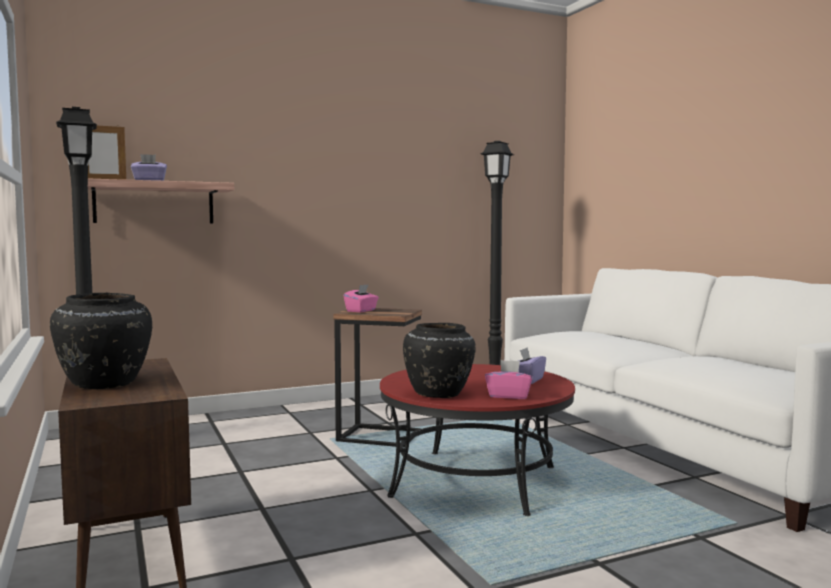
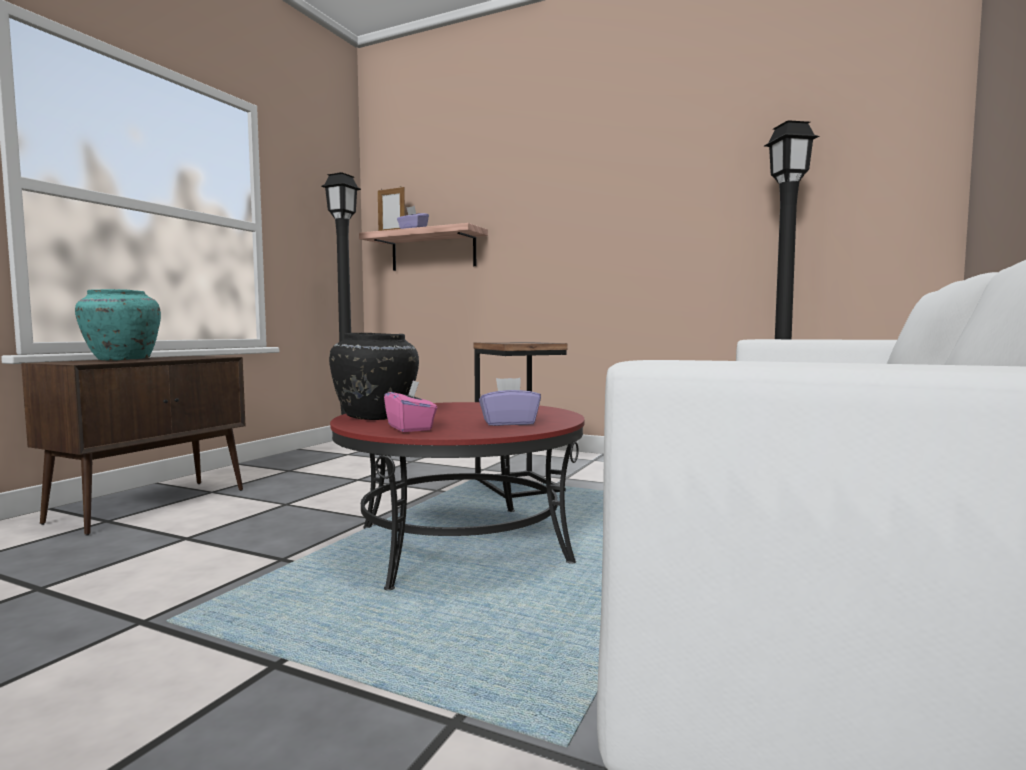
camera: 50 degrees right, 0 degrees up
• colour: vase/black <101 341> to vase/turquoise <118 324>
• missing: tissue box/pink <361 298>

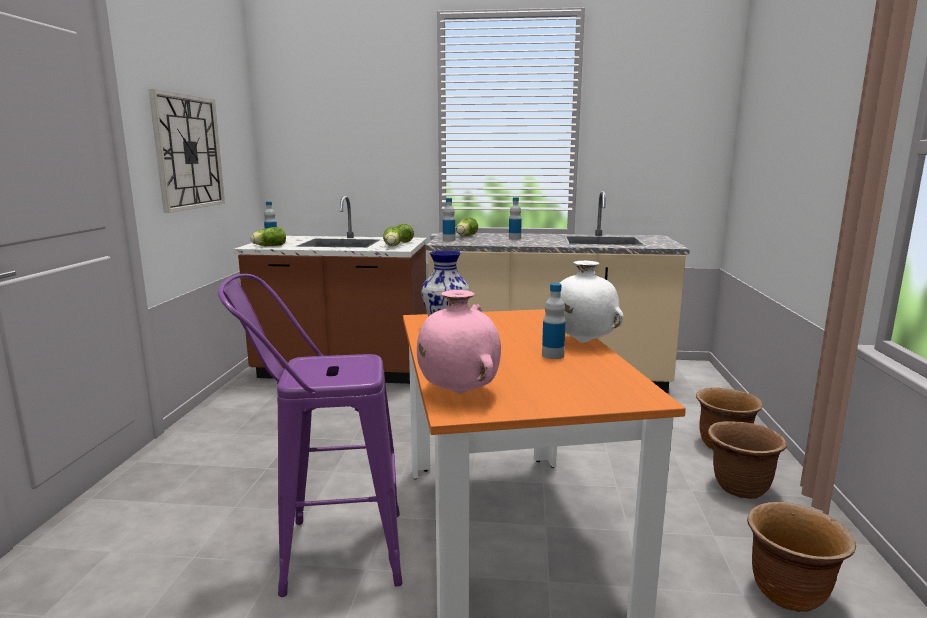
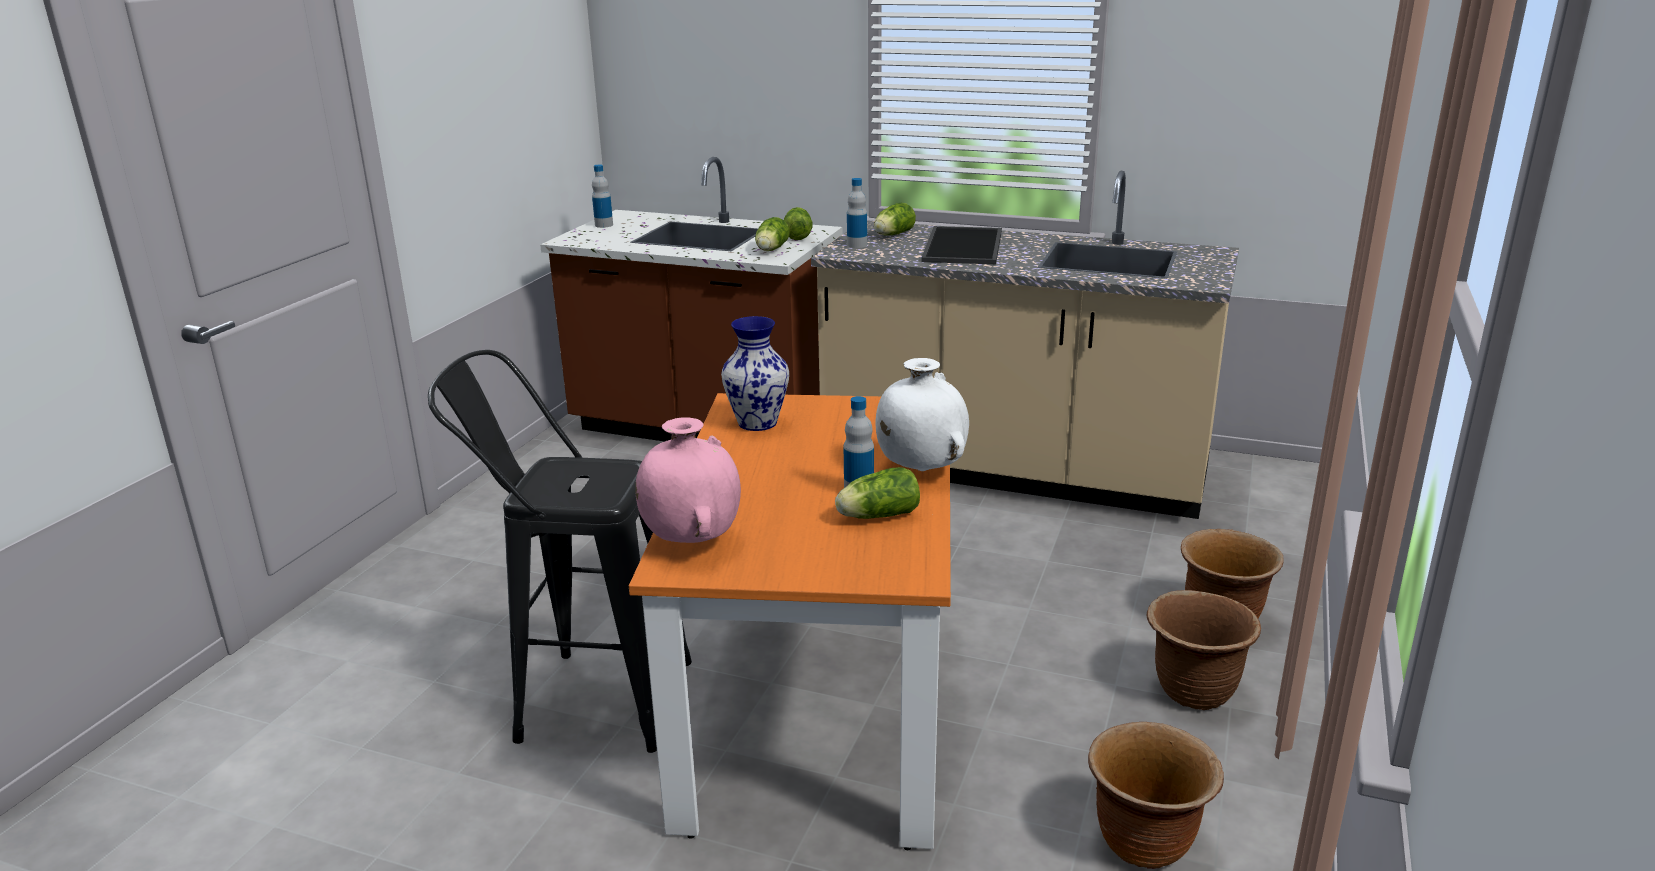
camera: 15 degrees right, 10 degrees up
• missing: wall clock <187 151>
• colour: stool/purple <310 435> to stool/black <560 551>
• relocated: lettuce <268 236> to <877 493>
• exchanged: bottle <515 218> to tray <961 245>

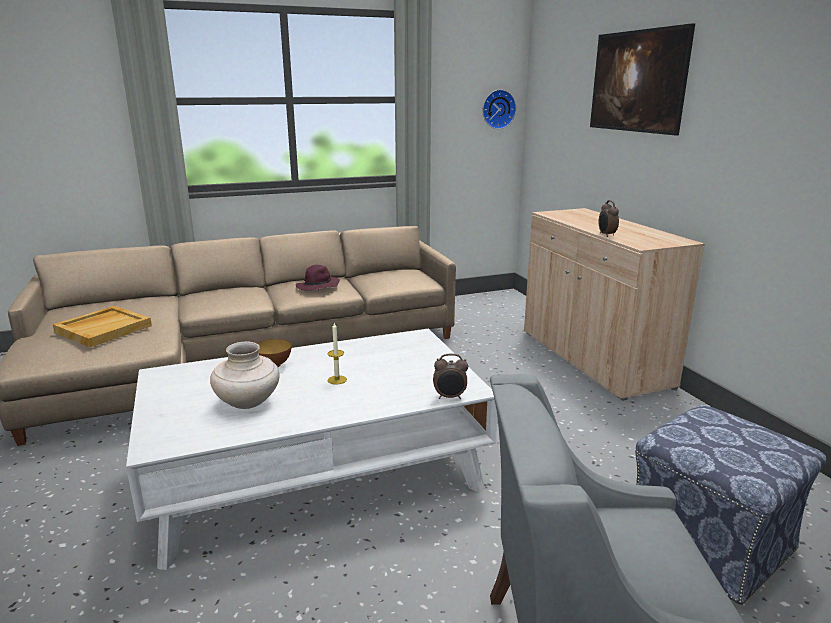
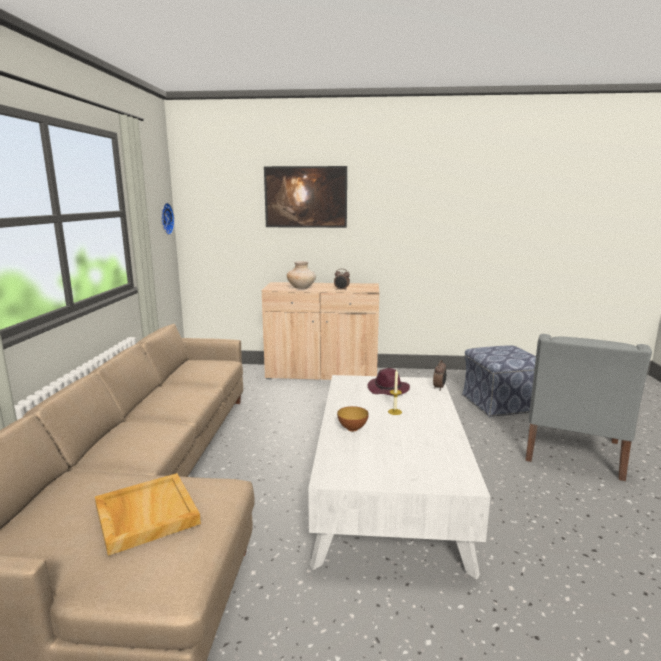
camera: 65 degrees left, 5 degrees down
• relocated: vase/beige <244 375> to <301 275>
• relocated: hat/purple <318 277> to <389 381>

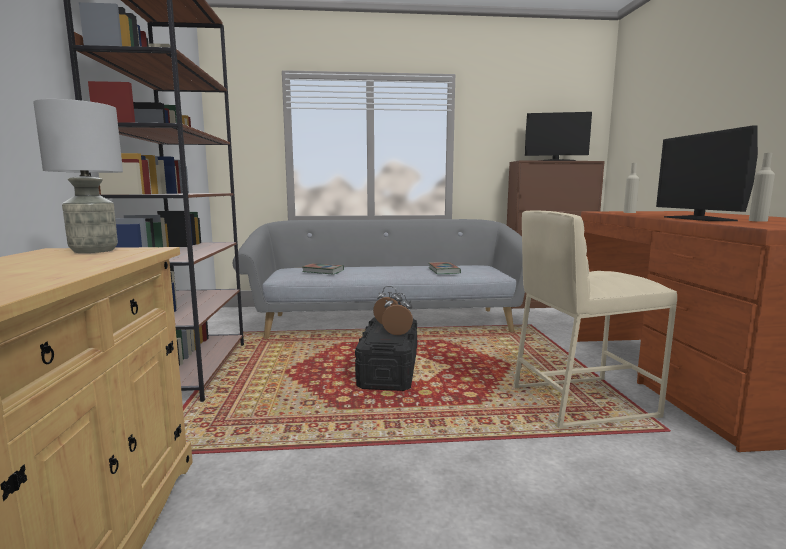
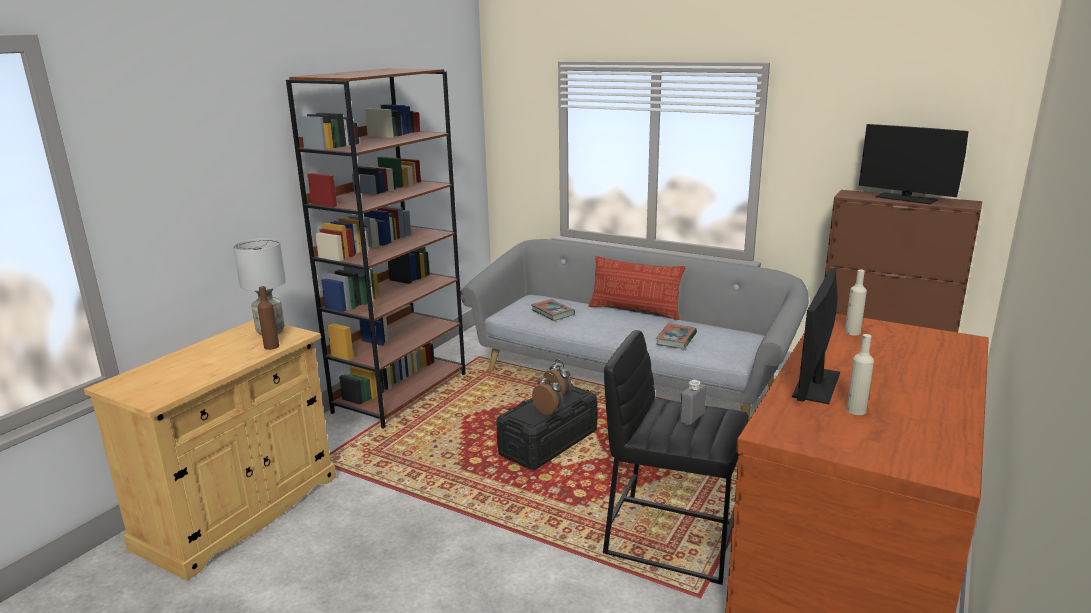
camera: 35 degrees right, 10 degrees up
• colour: stool/beige <595 319> to stool/black <675 457>
• appeared: bottle/brown <268 318>
• appeared: pillow <637 288>
• appeared: bottle/grey <693 403>

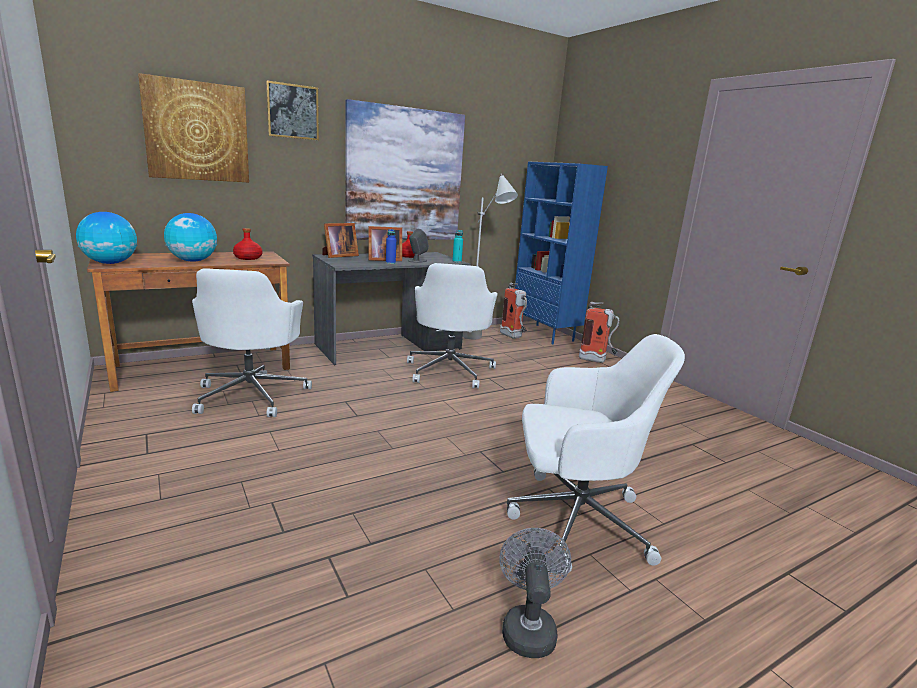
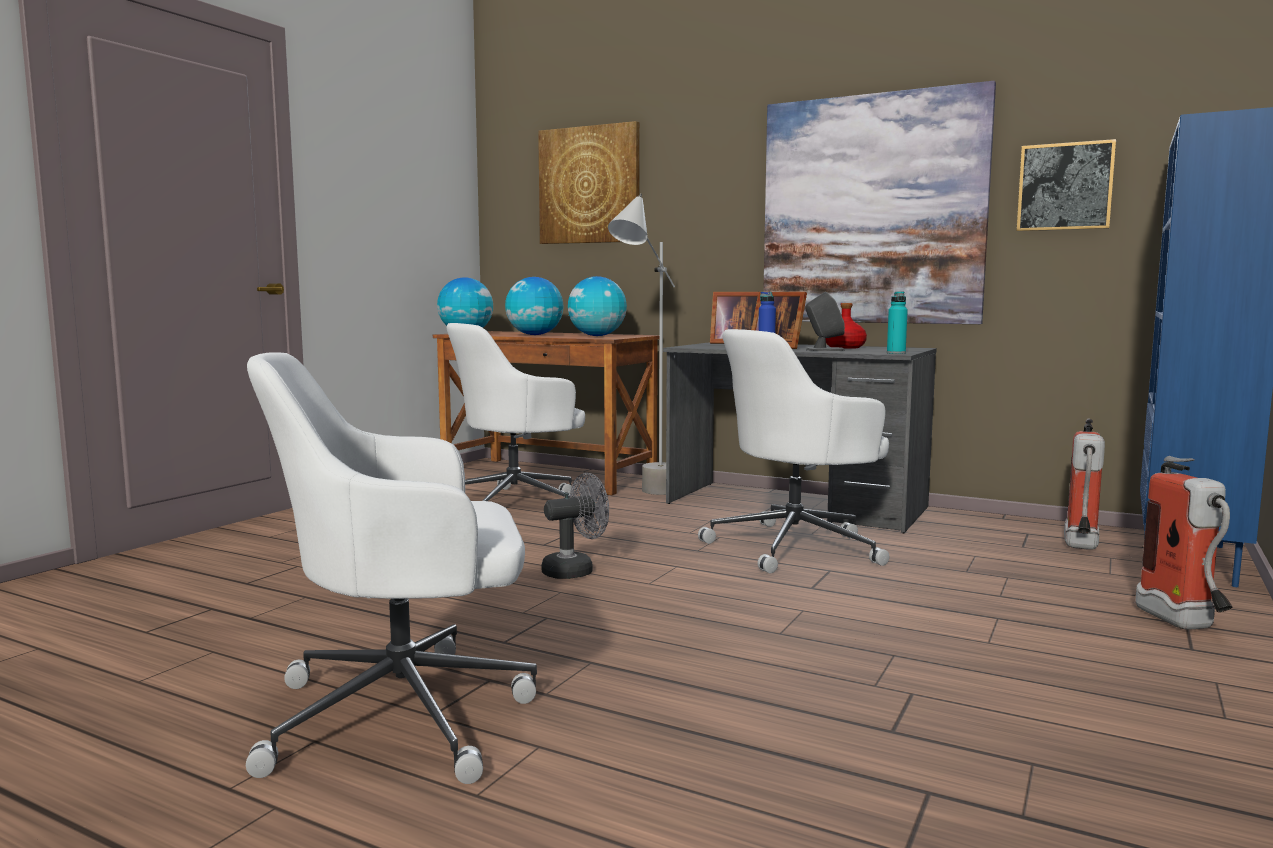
camera: 60 degrees right, 10 degrees down
• exchanged: bottle/red <247 244> to globe <597 306>
• relocated: picture <292 110> to <1066 185>
• relocated: floor lamp/grey <490 256> to <641 344>
• relocated: fan/grey <535 593> to <575 526>
• spun: office chair/white <596 454> = <391 568> 105 degrees clockwise

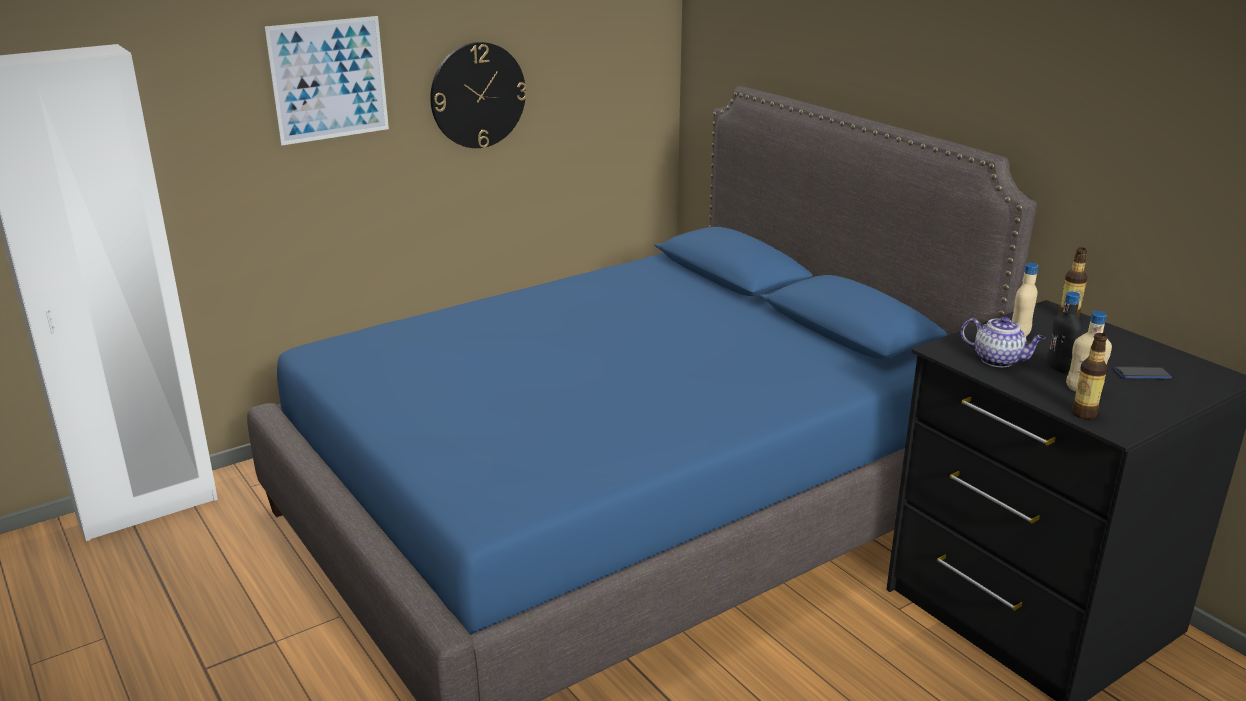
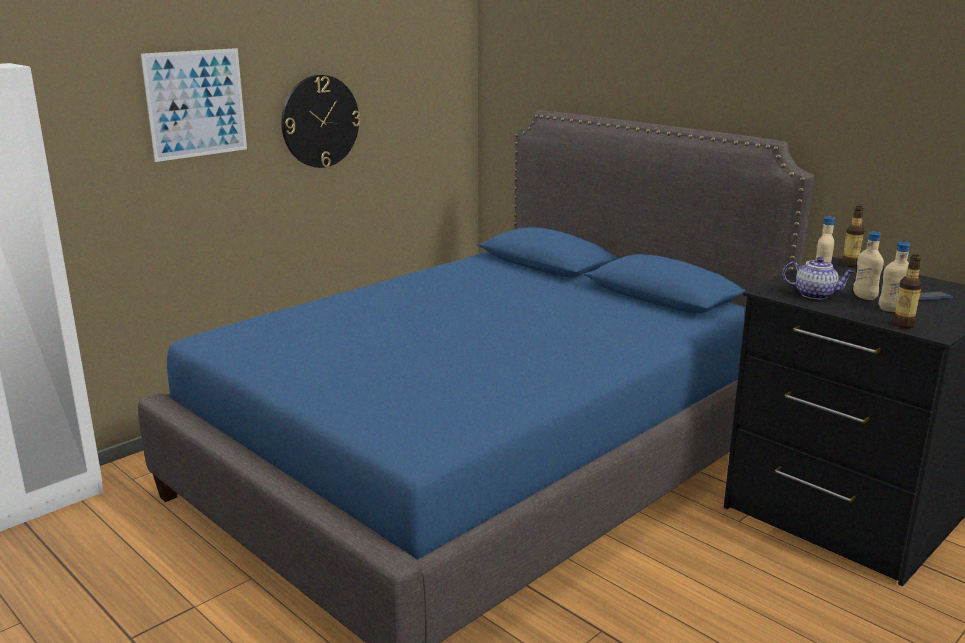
camera: 10 degrees left, 5 degrees down
• colour: bottle/black <1064 332> to bottle/beige <868 266>

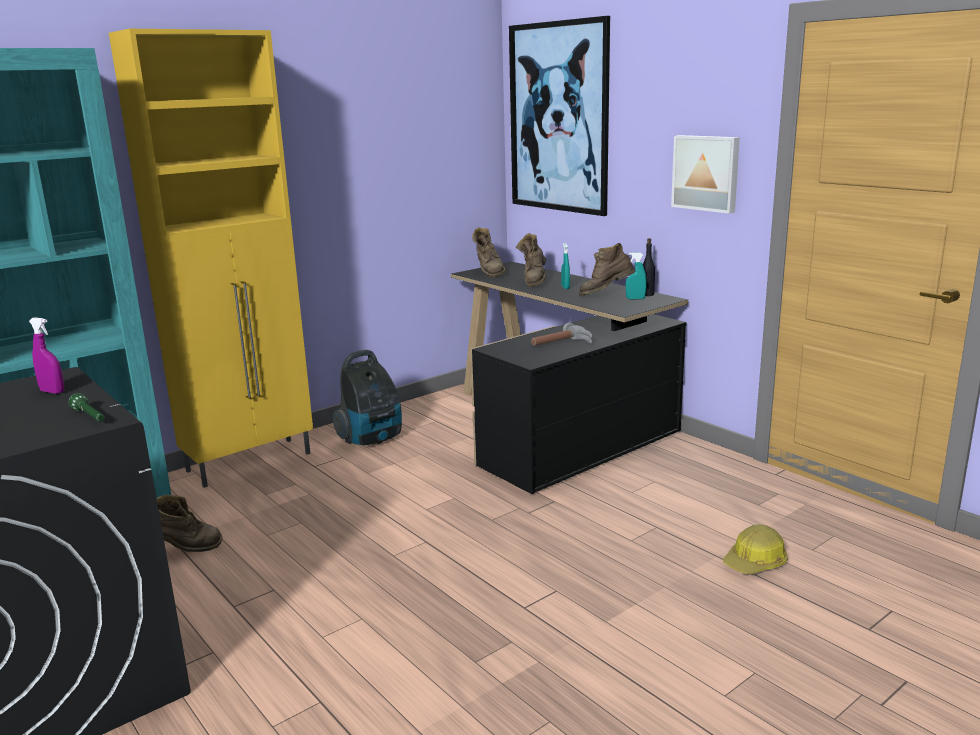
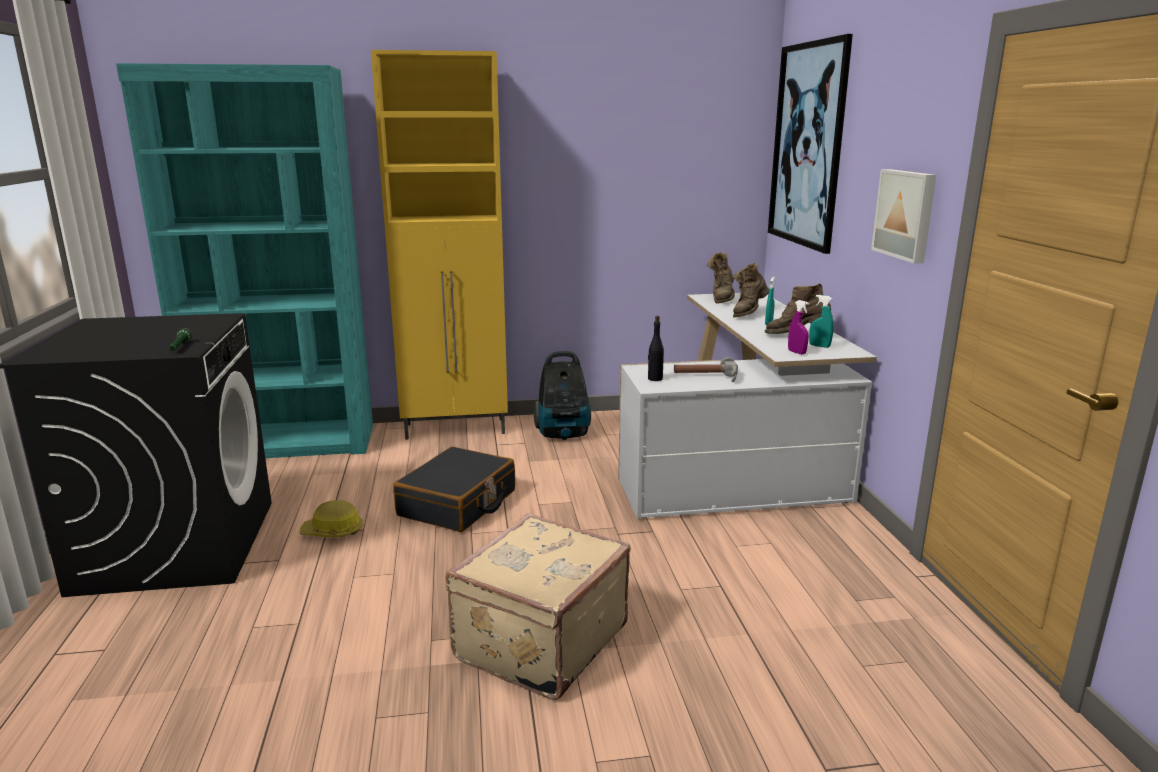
camera: 30 degrees right, 0 degrees up
• relocated: spray bottle/purple <46 355> to <798 327>
• missing: boot/brown <189 523>
• colour: desk/black <569 377> to desk/white <747 406>
• relocated: bottle/black <649 267> to <656 348>
• relocated: hard hat <755 549> to <331 518>
• appeared: suitcase/black <454 489>
• appeared: suitcase/beige <538 606>

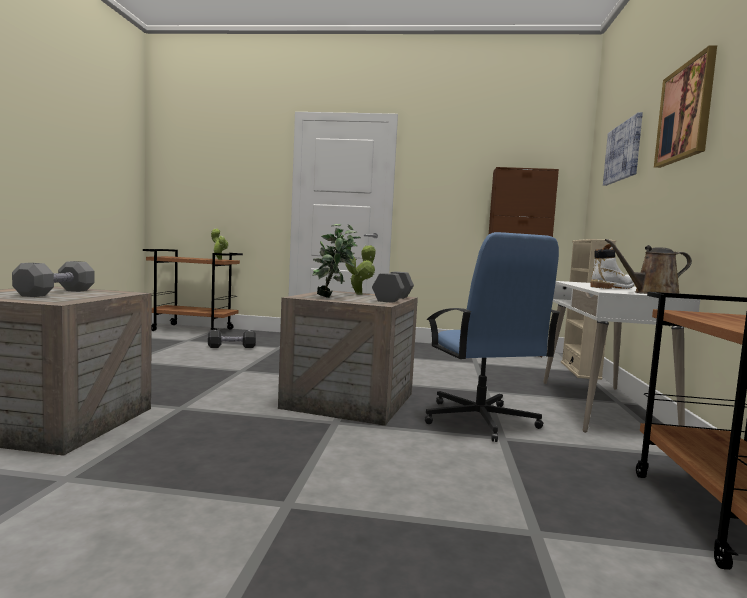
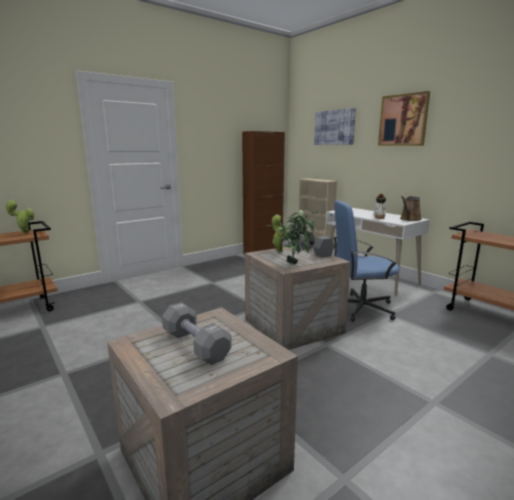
camera: 45 degrees left, 10 degrees up
• missing: dumbbell/black <232 339>
• spun: office chair/blue <493 337> = <366 261> 150 degrees clockwise

